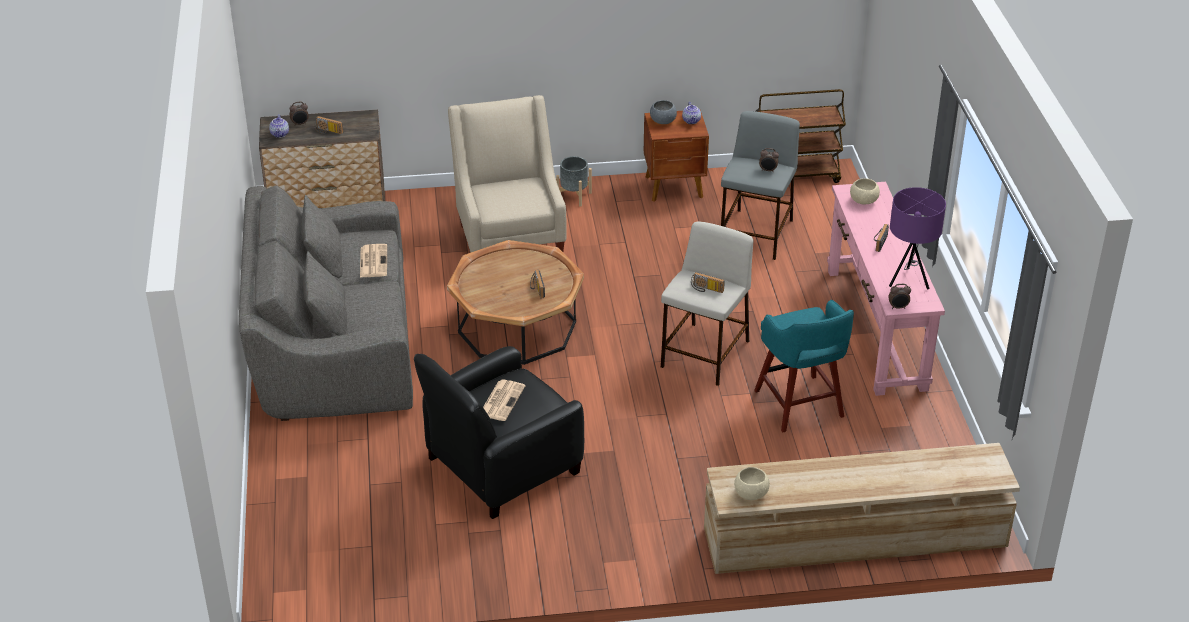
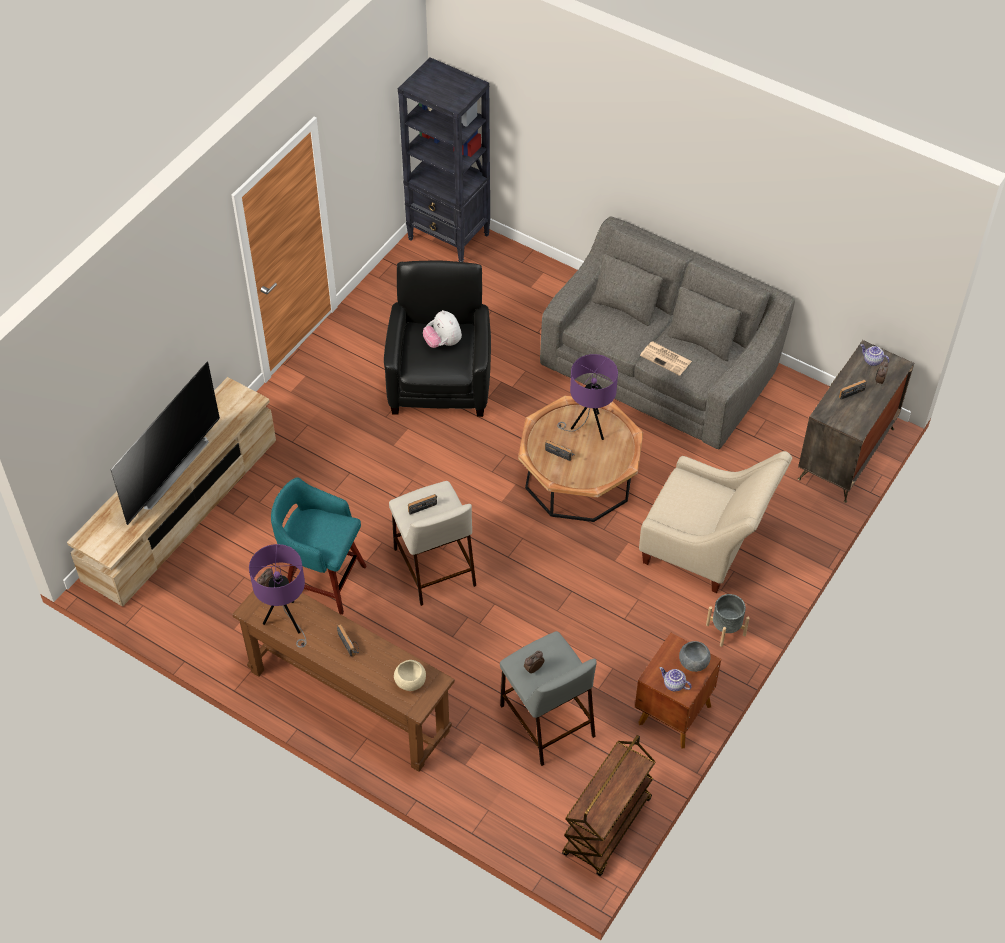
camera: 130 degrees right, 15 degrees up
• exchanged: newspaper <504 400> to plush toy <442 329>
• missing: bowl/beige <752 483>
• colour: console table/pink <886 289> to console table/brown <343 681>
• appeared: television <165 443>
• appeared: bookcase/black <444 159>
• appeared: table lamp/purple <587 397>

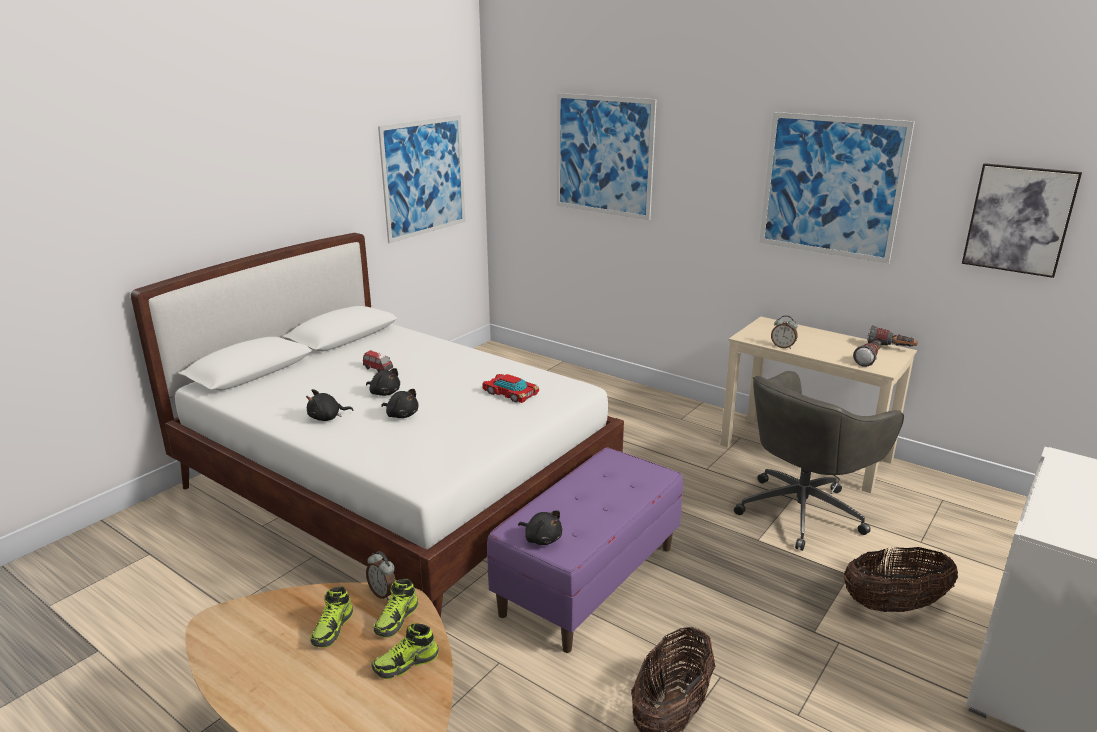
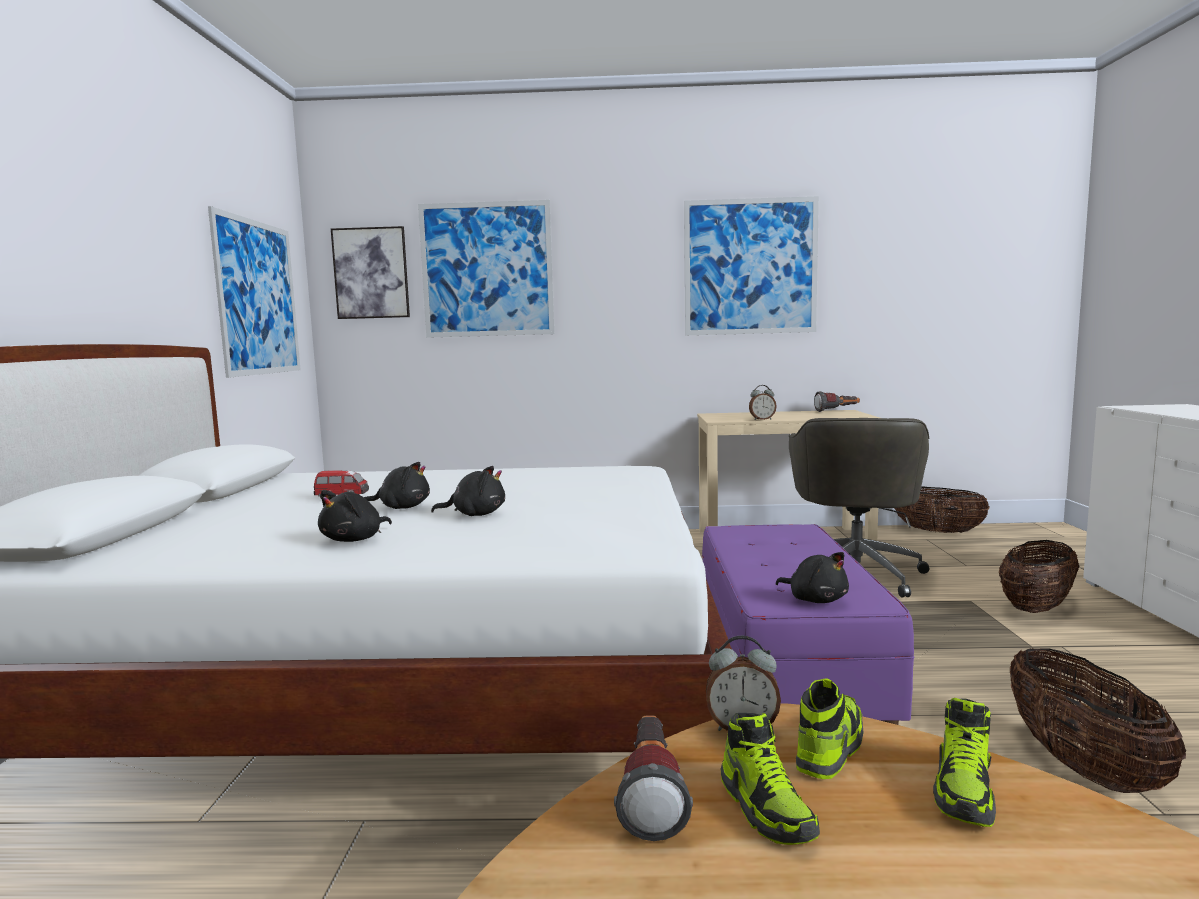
camera: 35 degrees left, 15 degrees down
• spun: shoe <395 608> = <830 729> 135 degrees counterclockwise
• missing: toy car <510 388>
• spun: plush toy/black <540 528> = <812 577> 45 degrees clockwise
• relocated: flashlight <867 353> to <653 778>
• relocated: picture <1022 220> to <370 272>
• appeared: basket <942 509>

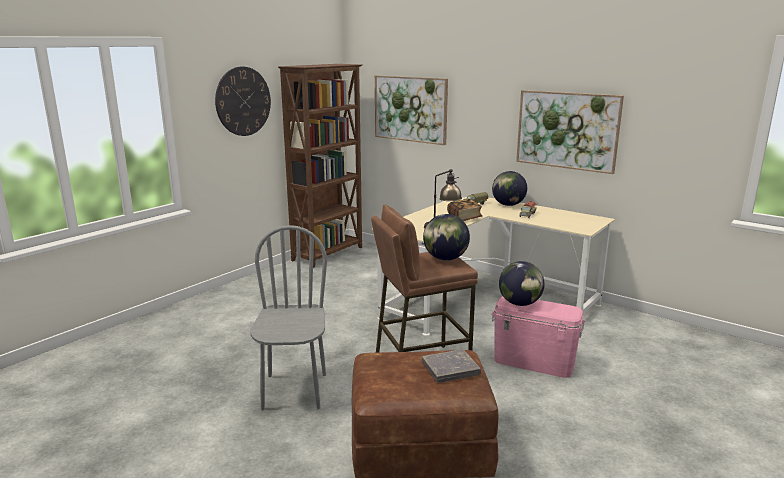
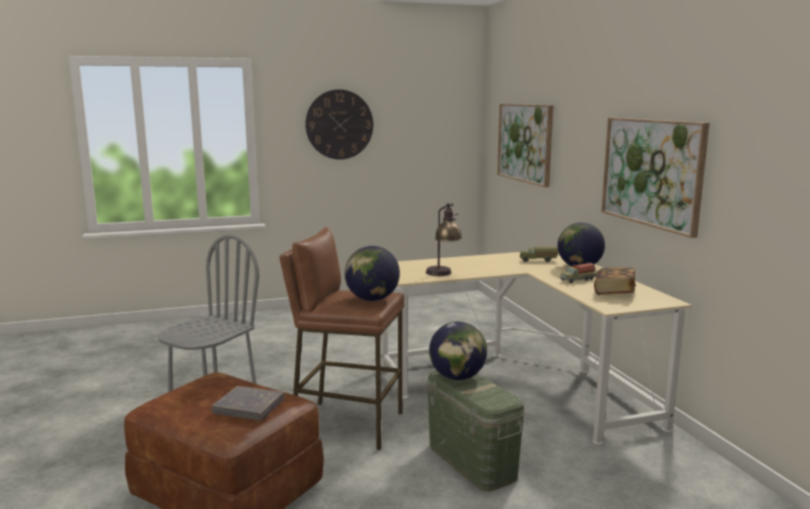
camera: 35 degrees right, 5 degrees down
• missing: bookcase/brown <320 166>
• relocated: book <464 210> to <615 281>
• colour: storage box/pink <538 337> to storage box/green <476 430>

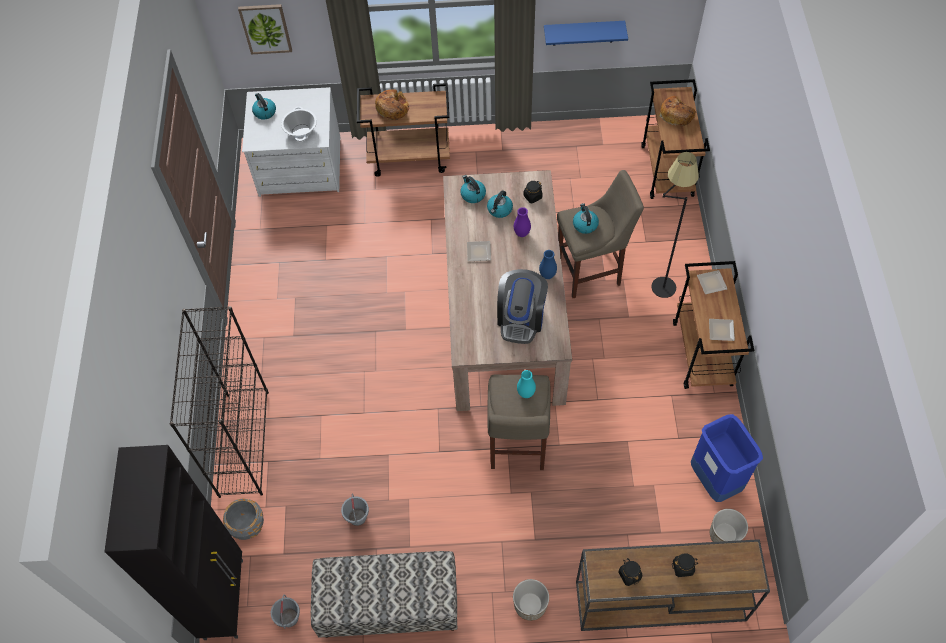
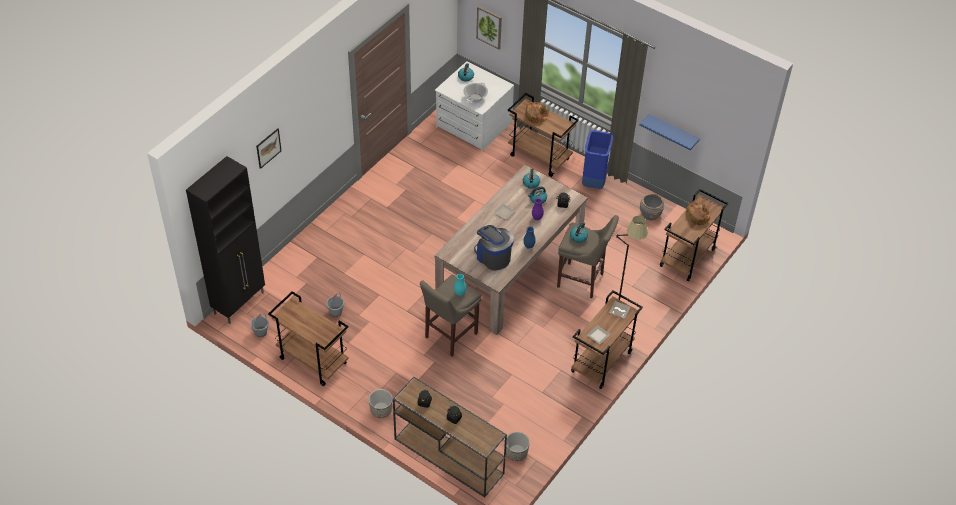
camera: 35 degrees right, 10 degrees down
• missing: bookcase/black <219 402>
• relocated: planter/grey <243 519> to <652 207>
• exchanged: bench <384 594> to cart/brown <308 338>
• spun: coffee machine <522 306> = <494 247> 90 degrees clockwise
• relocated: trash can/blue <727 458> to <597 159>
• appeared: picture <269 148>

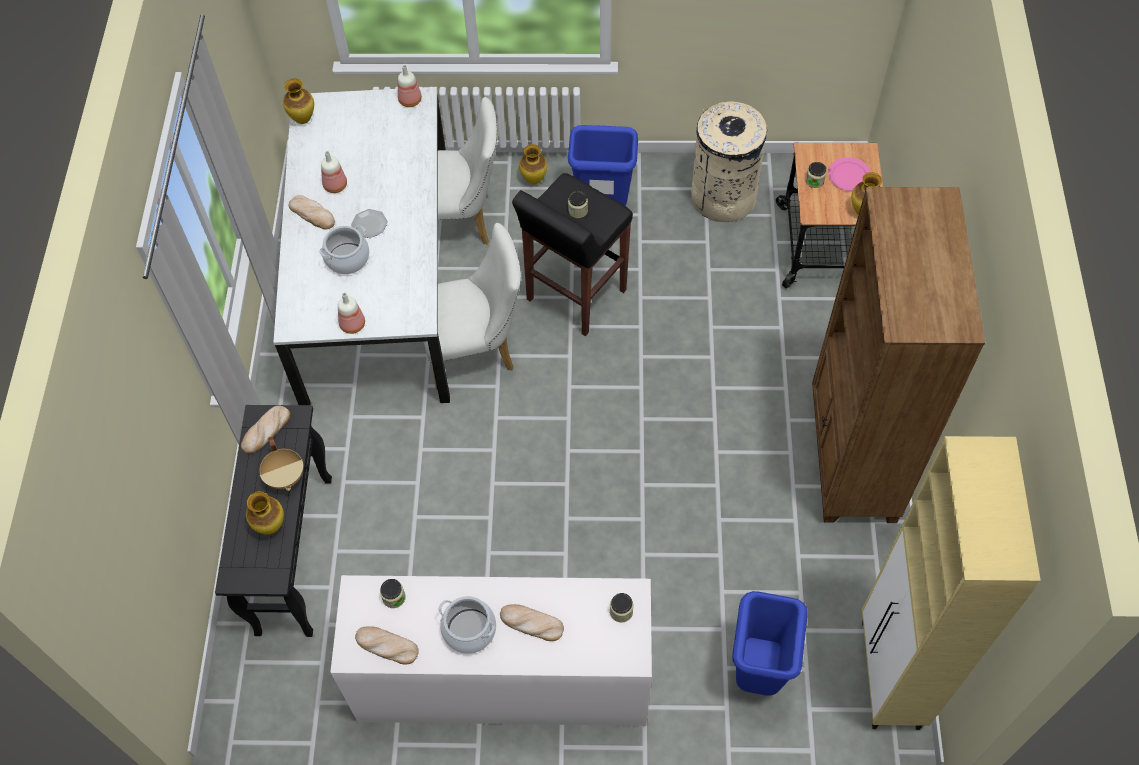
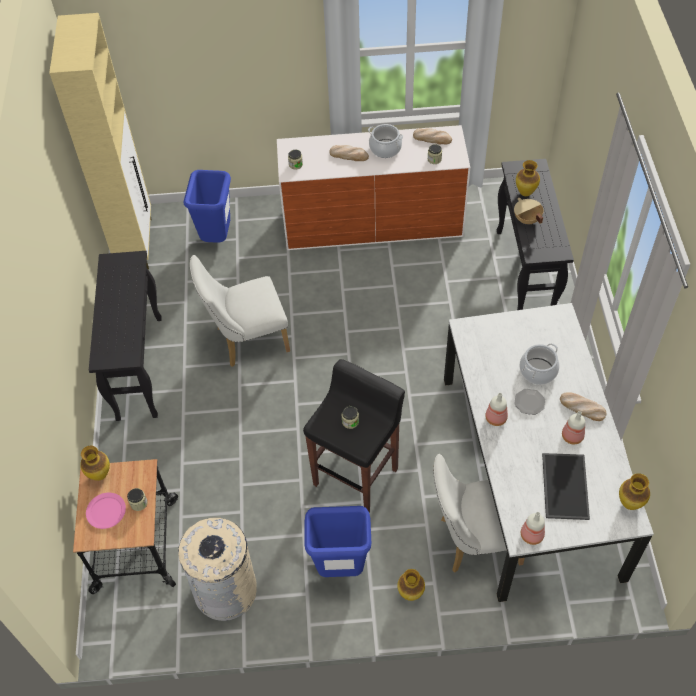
camera: 175 degrees right, 5 degrees down
• missing: bread <265 429>
• relocated: bottle <351 313> to <496 409>
• relocated: chair/white <472 306> to <240 311>
• exchanged: bookcase/brown <898 355> to console table/black <125 336>
• appeared: tray <566 486>

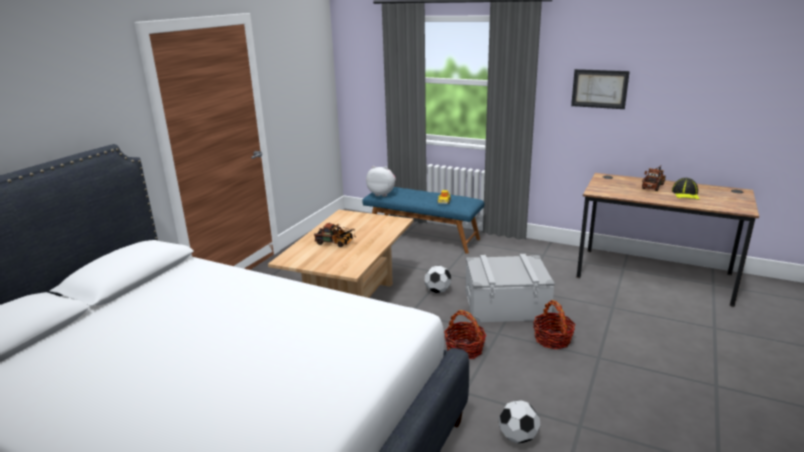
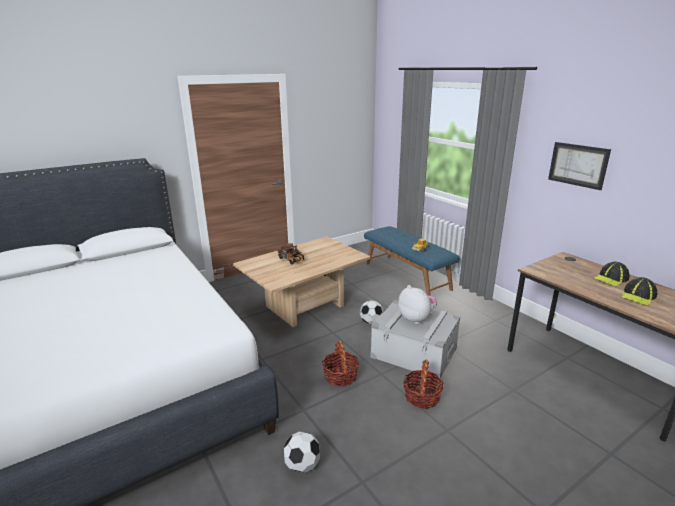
camera: 30 degrees right, 0 degrees up
• relocated: plush toy <381 181> to <417 304>
• exchanged: toy truck <653 178> to cap <612 274>

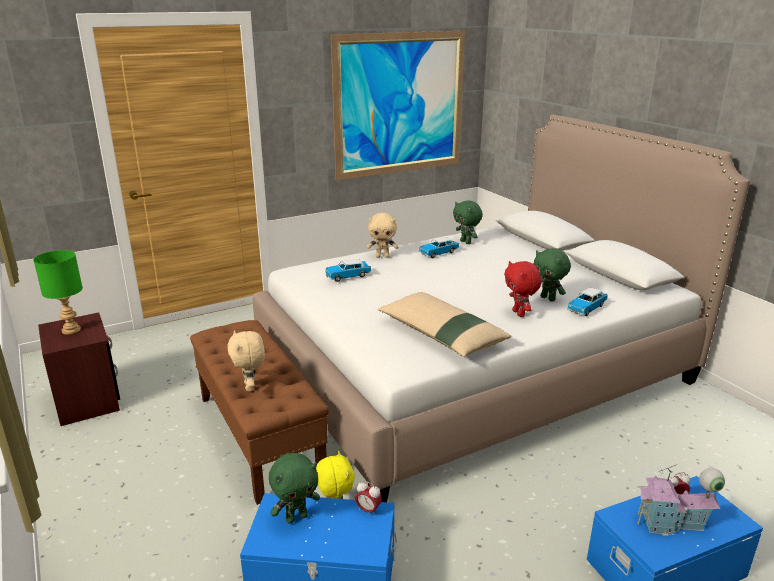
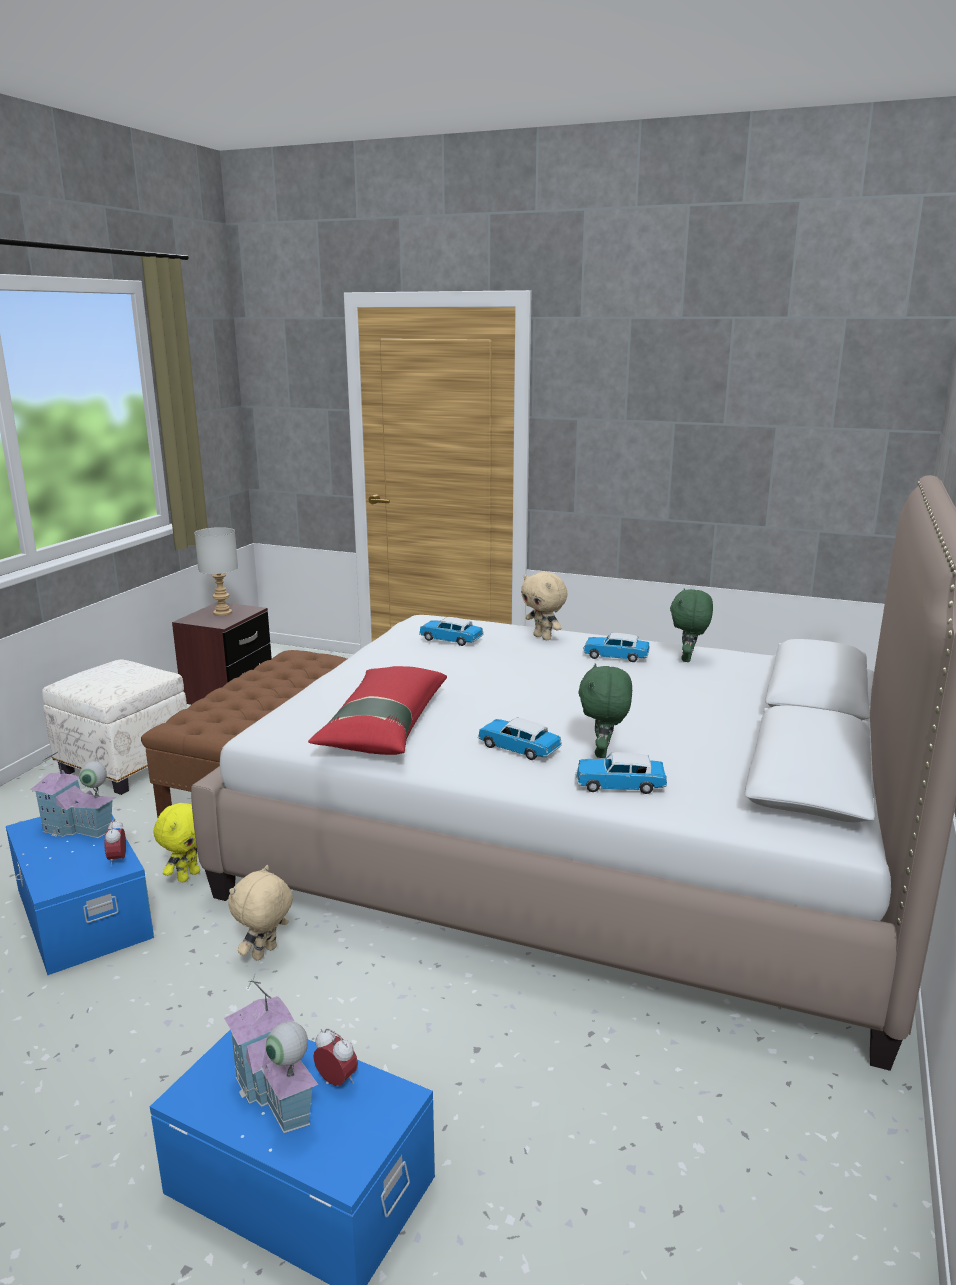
camera: 50 degrees right, 5 degrees down
• colour: table lamp/green <58 292> to table lamp/grey <216 571>
• relocated: plush toy/beige <246 361> to <260 913>
• exchanged: plush toy/green <294 488> to toy house <73 795>
• missing: picture <398 105>
• colour: pillow/beige <444 324> to pillow/red <377 710>
• exchanged: plush toy/red <523 289> to toy car <520 738>
• appeared: ottoman/white <115 727>

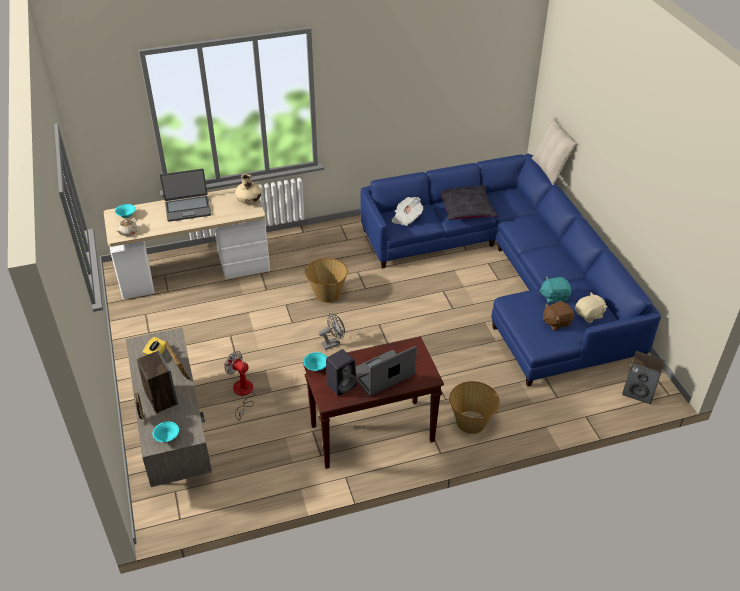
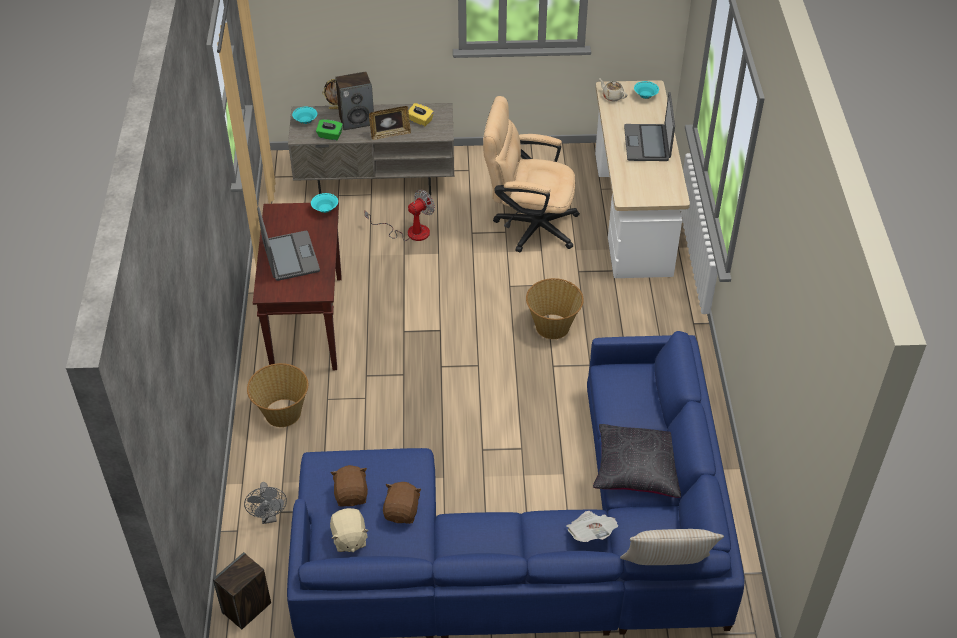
camera: 105 degrees right, 5 degrees up
• missing: vase/beige <248 188>
• relocated: fan/grey <331 331> to <265 503>
• missing: speaker/black <341 372>
• relocated: newspaper <407 211> to <592 526>
• colour: plush toy/turquoise <555 289> to plush toy/brown <402 503>
• appeared: tissue box/green <329 129>
• appeared: office chair/beige <531 174>

